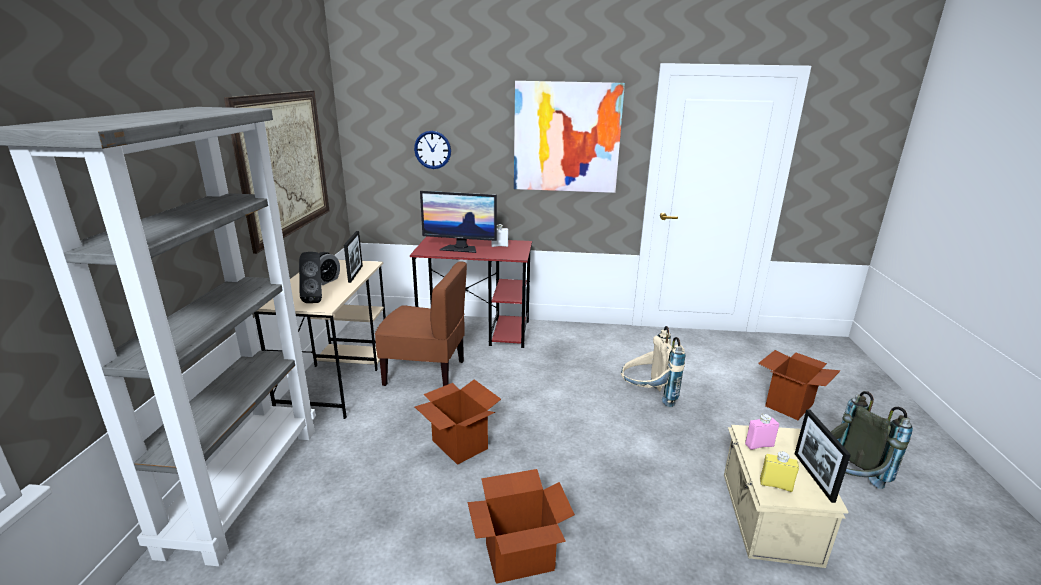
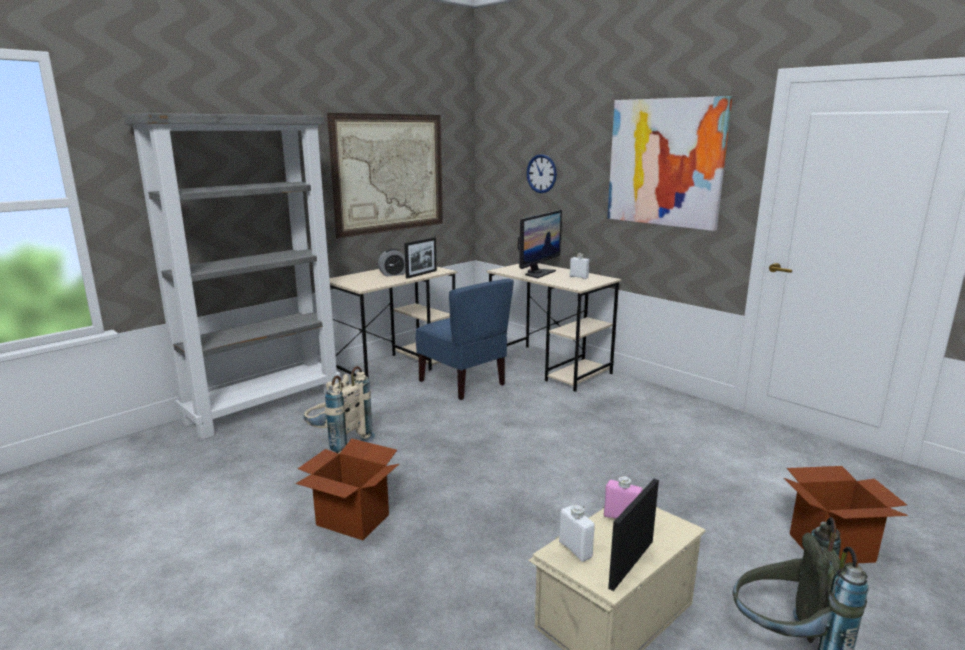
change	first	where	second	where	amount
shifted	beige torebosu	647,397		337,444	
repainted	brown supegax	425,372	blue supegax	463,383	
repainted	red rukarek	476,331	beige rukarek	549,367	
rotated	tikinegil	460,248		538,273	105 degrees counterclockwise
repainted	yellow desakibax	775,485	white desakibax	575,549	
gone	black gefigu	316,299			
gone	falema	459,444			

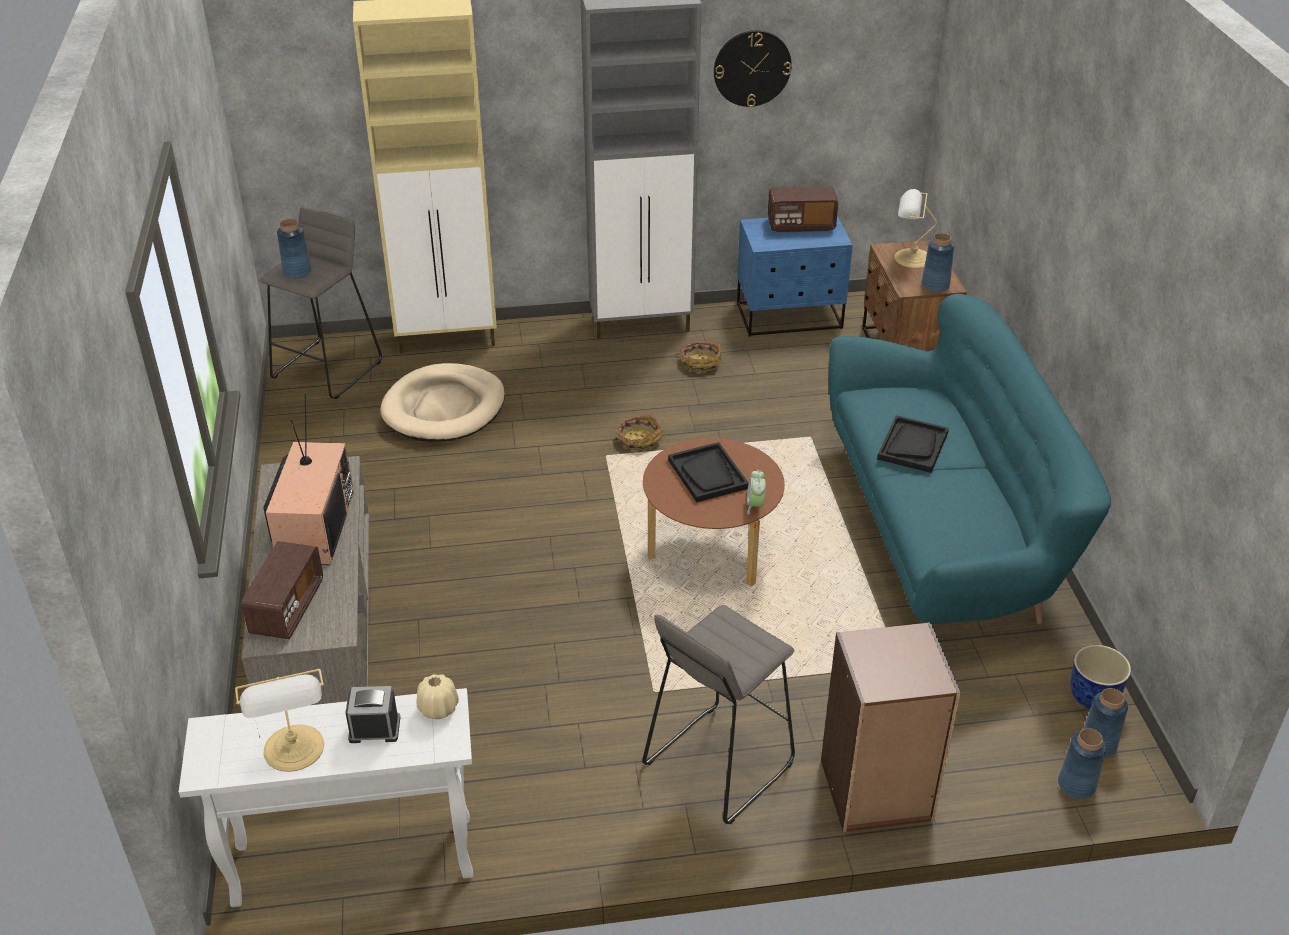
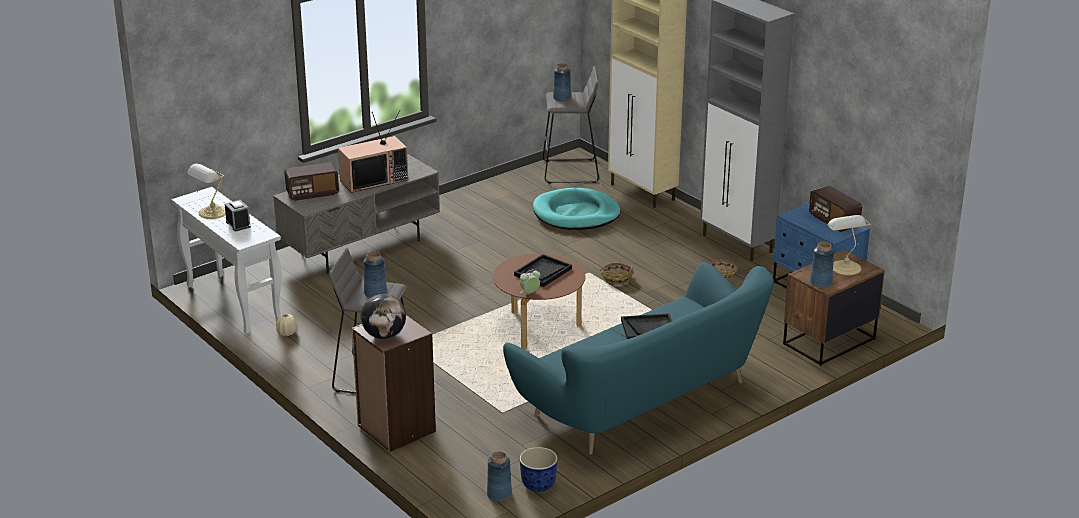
change	first	where	second	where	amount
shifted	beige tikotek	438,708		286,333	
new			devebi	384,335	
shifted	blue tikotek	1076,784		375,293	
repainted	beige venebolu	444,408	turquoise venebolu	576,214	
gone	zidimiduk	752,68			

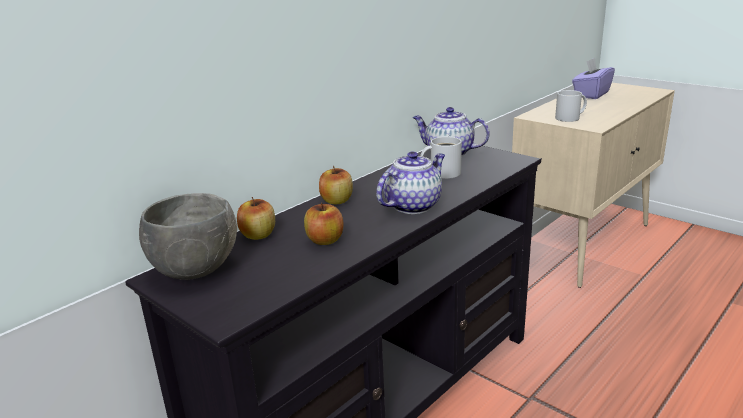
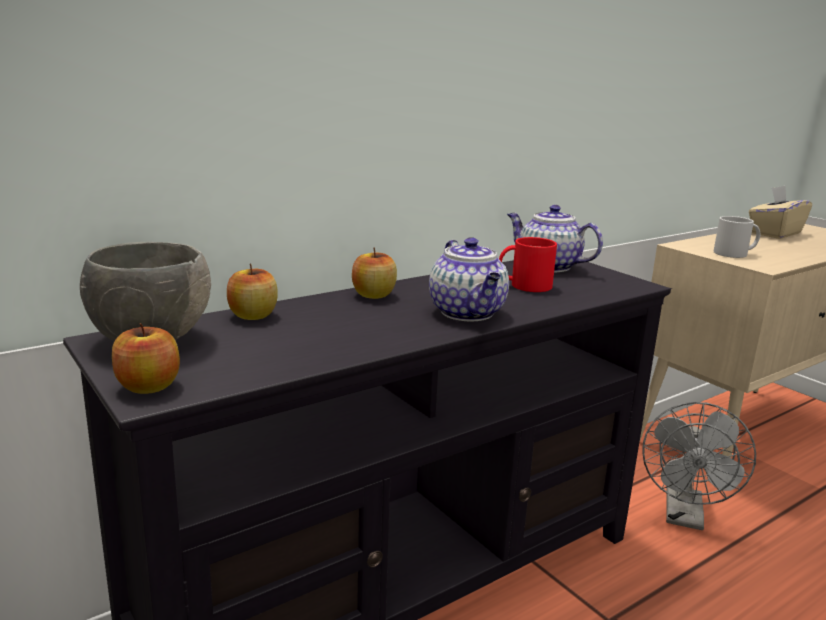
change	first	where	second	where	amount
shifted	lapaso	325,240		148,386	
rotated	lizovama	413,205		468,313	105 degrees clockwise
repainted	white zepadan	442,173	red zepadan	527,285	
new			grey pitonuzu	685,517	
repainted	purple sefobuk	591,94	beige sefobuk	774,233	

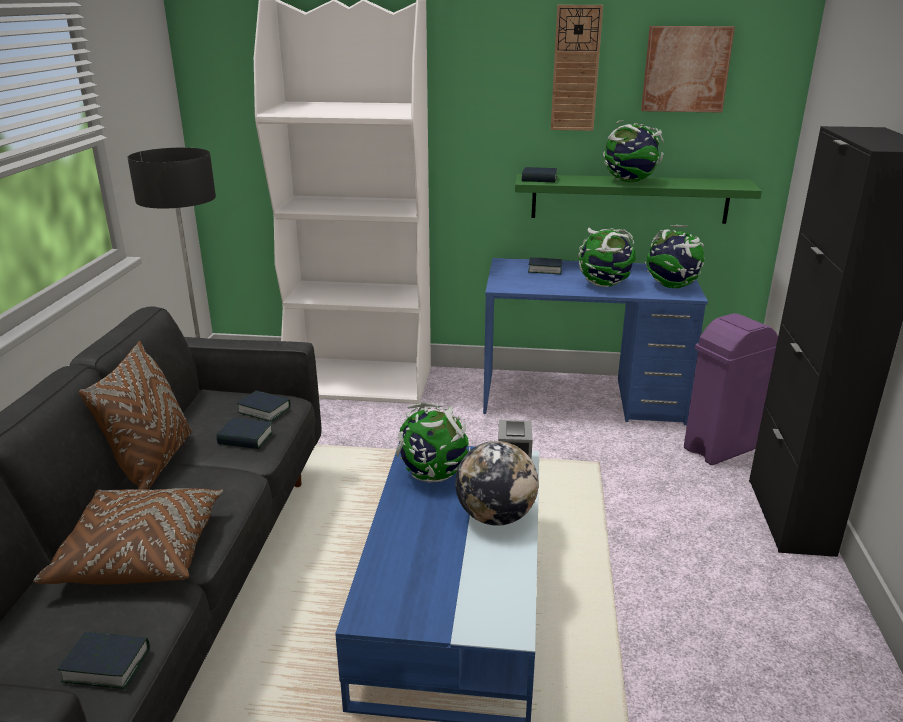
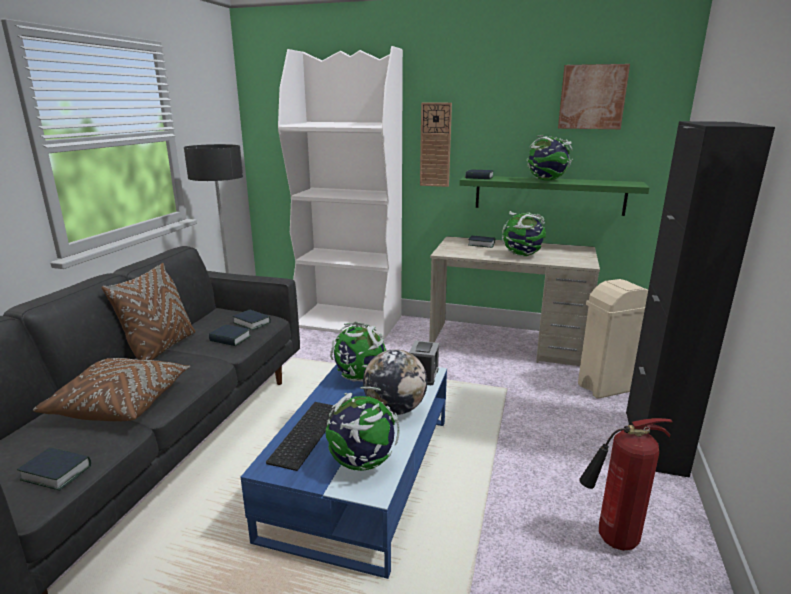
change	first	where	second	where	amount
new			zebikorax	305,433	
shifted	devebi	672,287		362,463	
shifted	zidimiduk	575,69		435,145	
repainted	blue rukarek	582,398	beige rukarek	507,344	
repainted	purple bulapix	718,449	beige bulapix	606,387	
new			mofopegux	612,540	

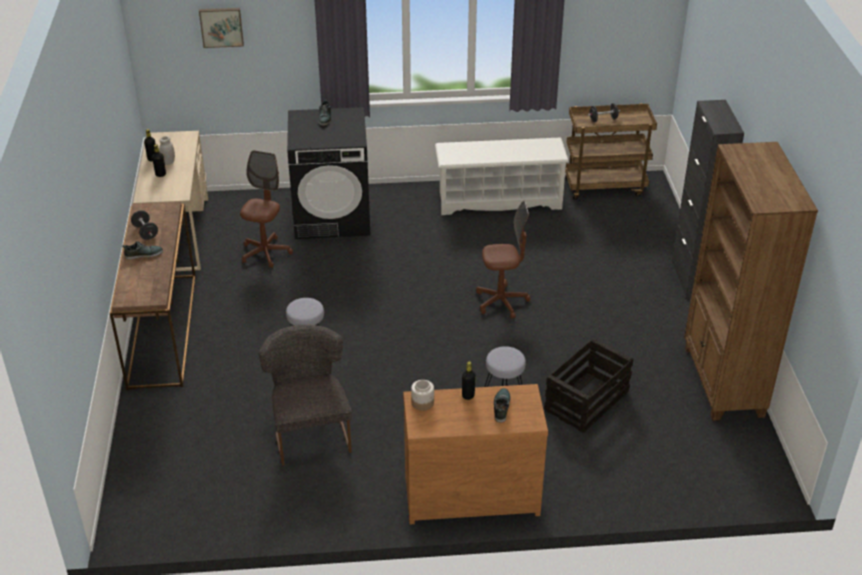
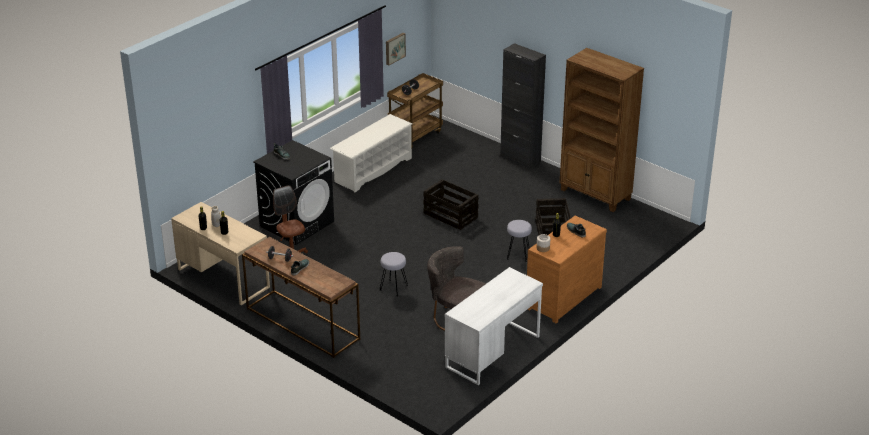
change	first	where	second	where	amount
shifted	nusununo	221,26		394,48	
swapped	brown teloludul	501,302	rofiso	451,215	
new			white rukarek	492,351	

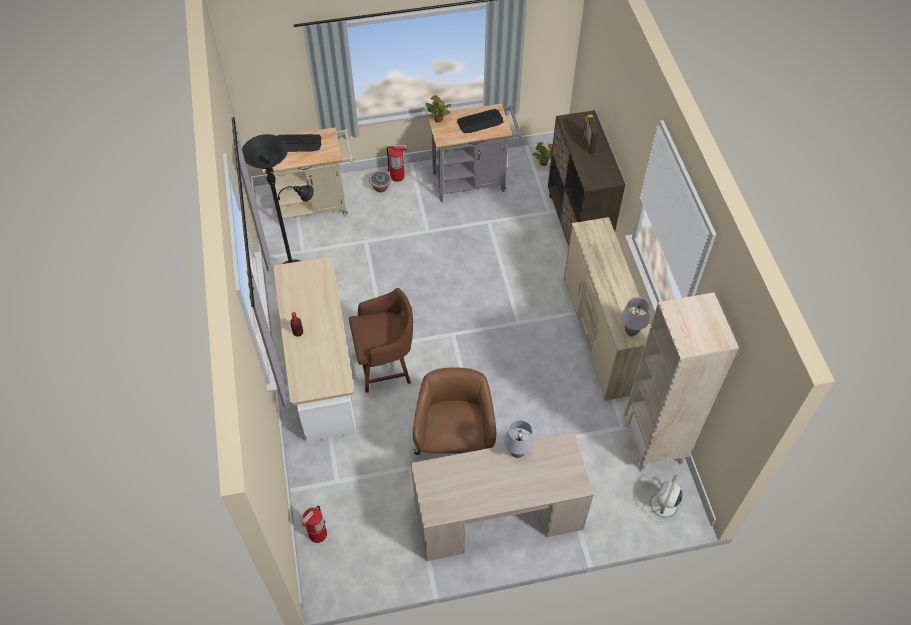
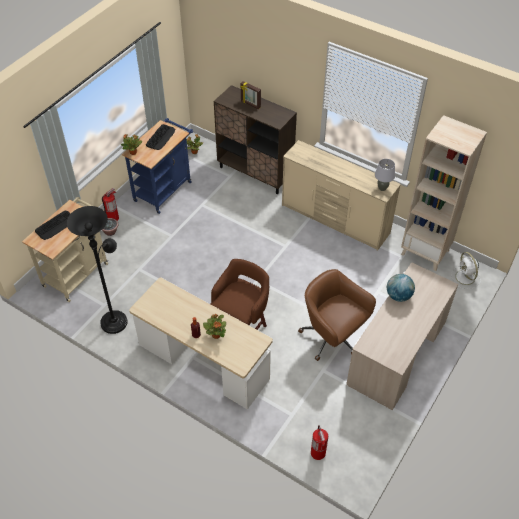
change	first	where	second	where	amount
repainted	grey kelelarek	473,181	blue kelelarek	165,189	
new			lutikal	216,335	
swapped	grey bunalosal	517,453	devebi	398,296	

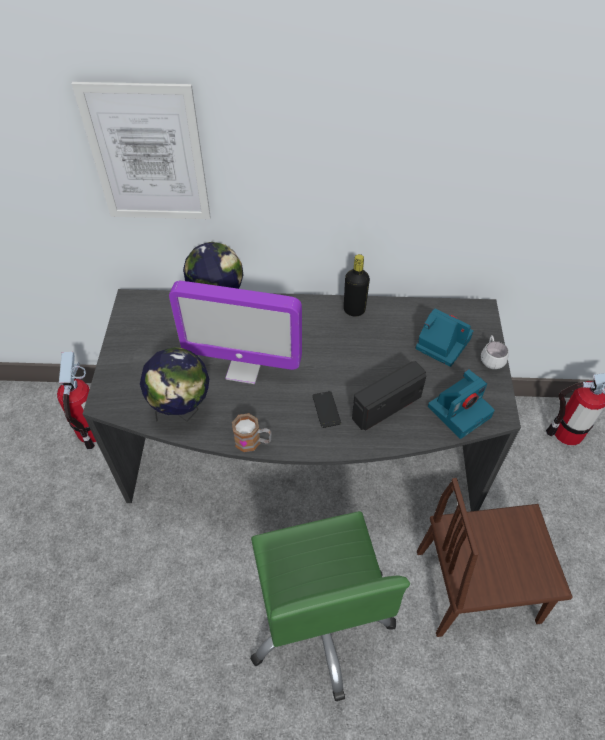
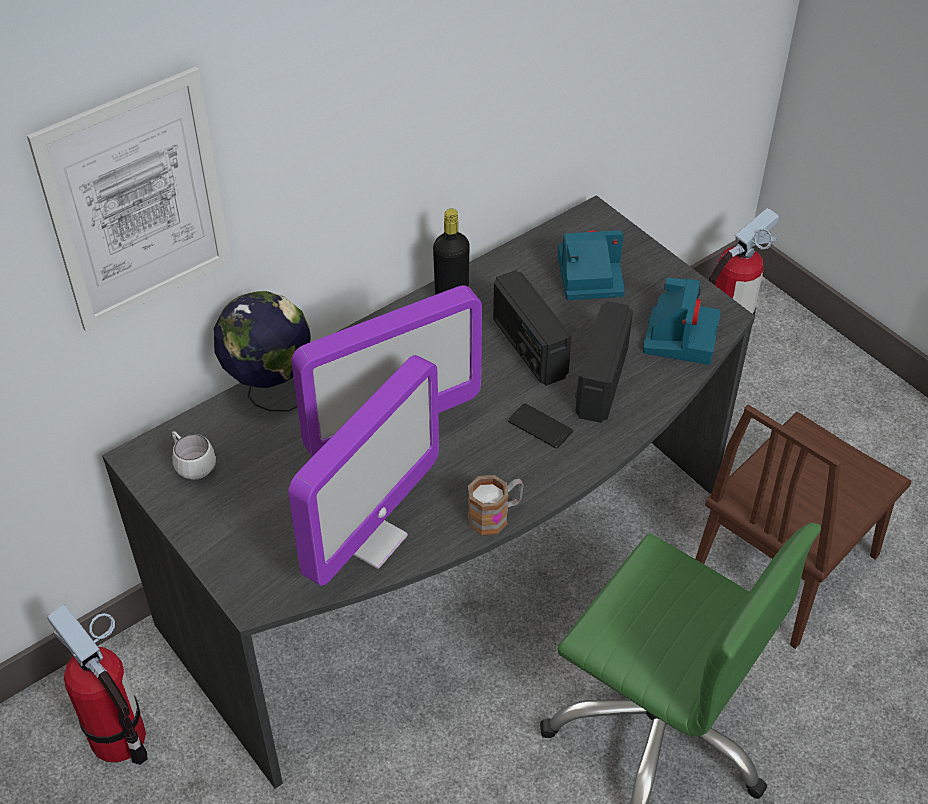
change	first	where	second	where	amount
shifted	white zepadan	491,359		192,465	
swapped	devebi	182,410	tikinegil	370,539	
new			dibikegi	529,348	

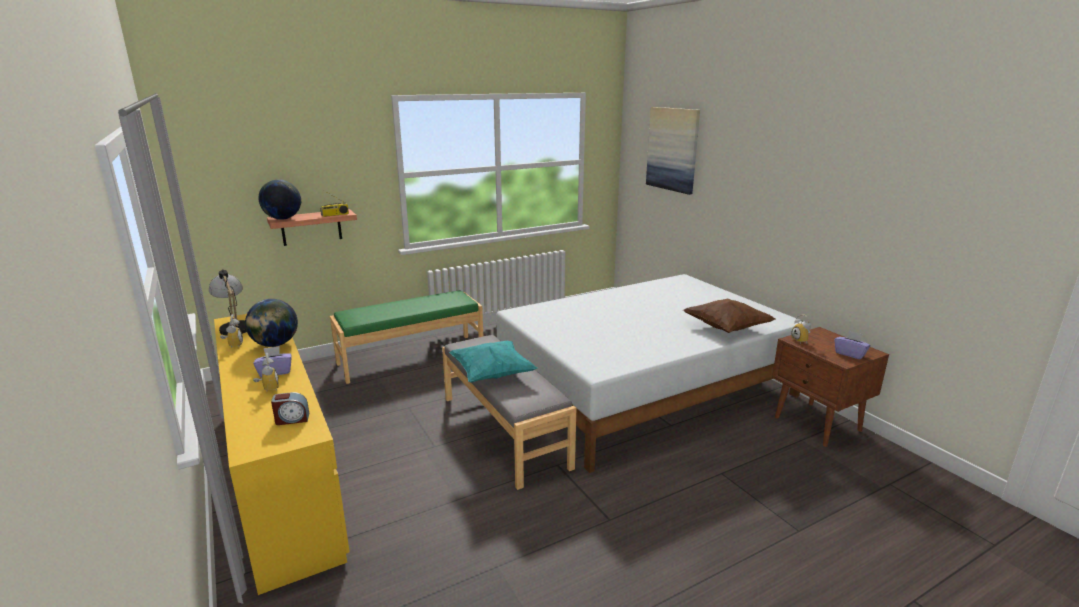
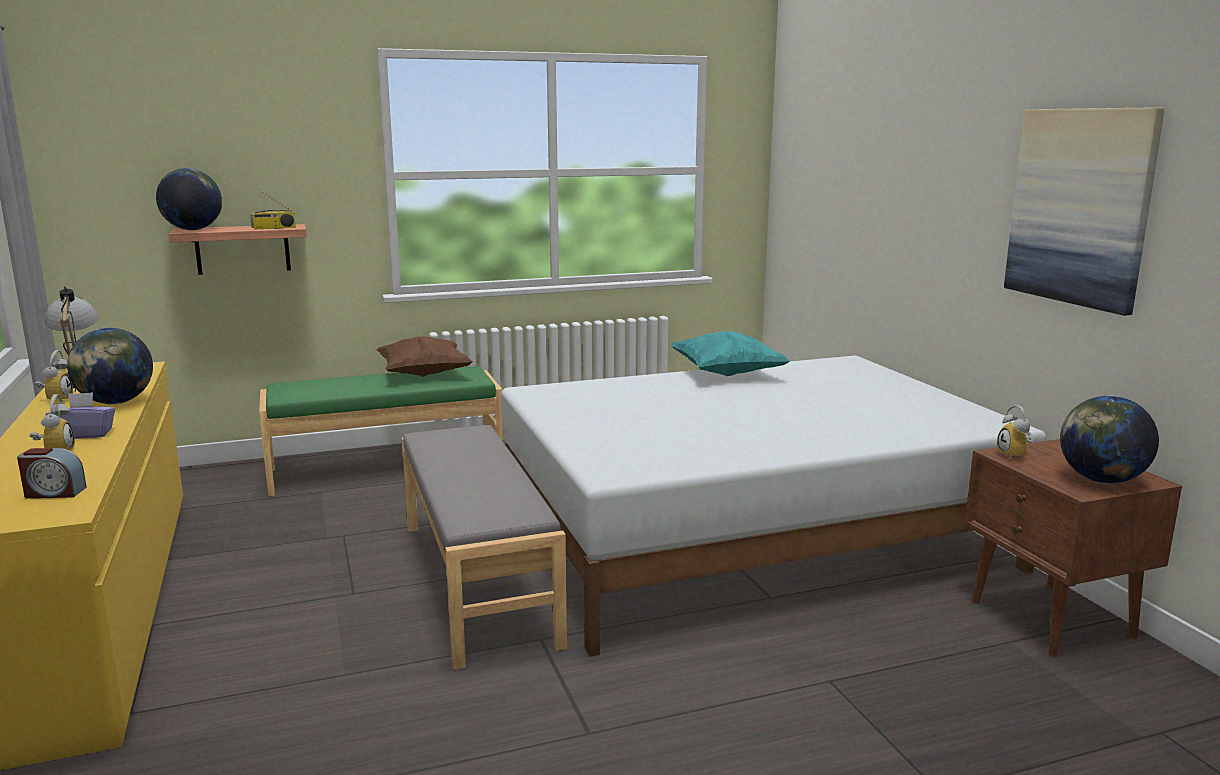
change	first	where	second	where	amount
shifted	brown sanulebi	726,328		424,375	
shifted	turquoise sanulebi	492,374		727,374	
shifted	nusununo	673,149		1080,207	
swapped	purple sefobuk	850,354	devebi	1101,480	

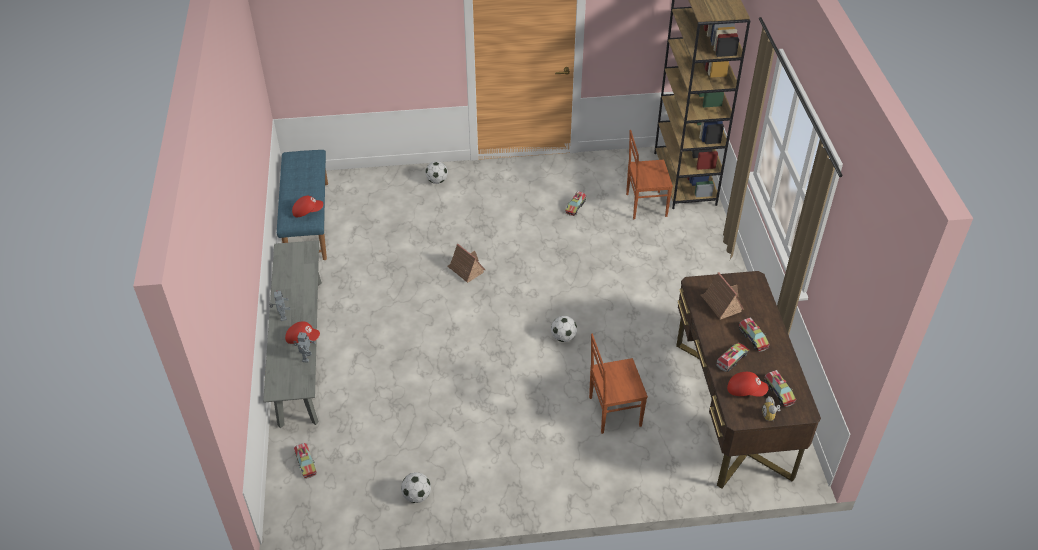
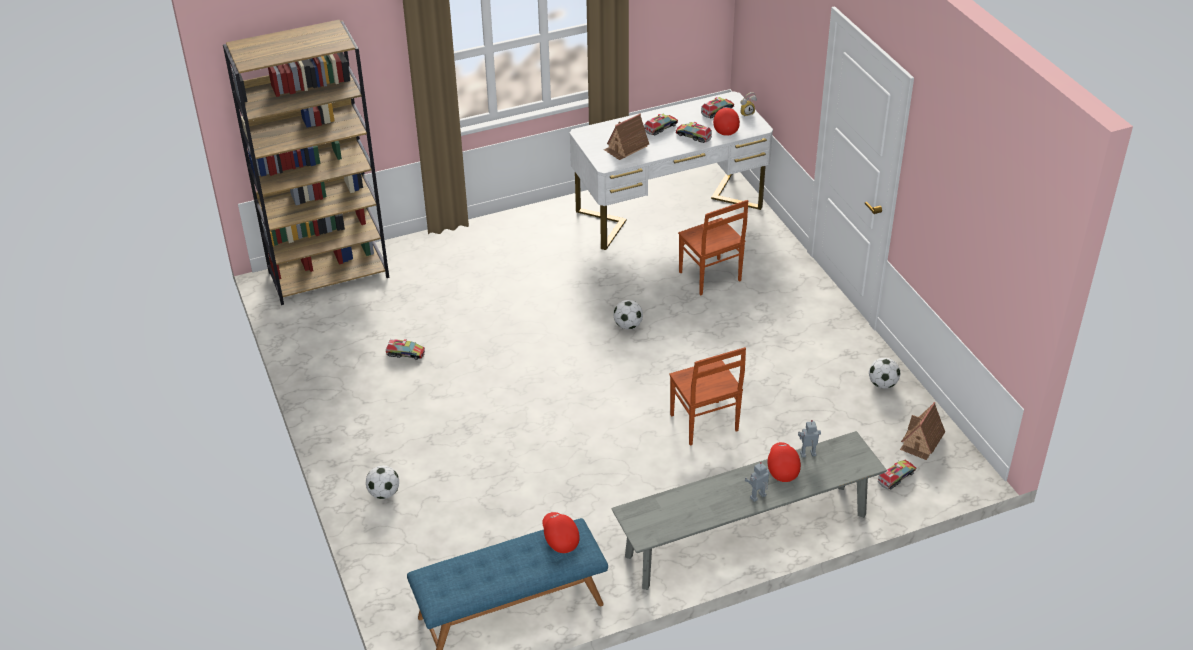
change	first	where	second	where	amount
repainted	brown rukarek	732,408	white rukarek	669,209	
shifted	brown supegax	645,204		703,424	
shifted	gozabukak	465,270		921,441	

